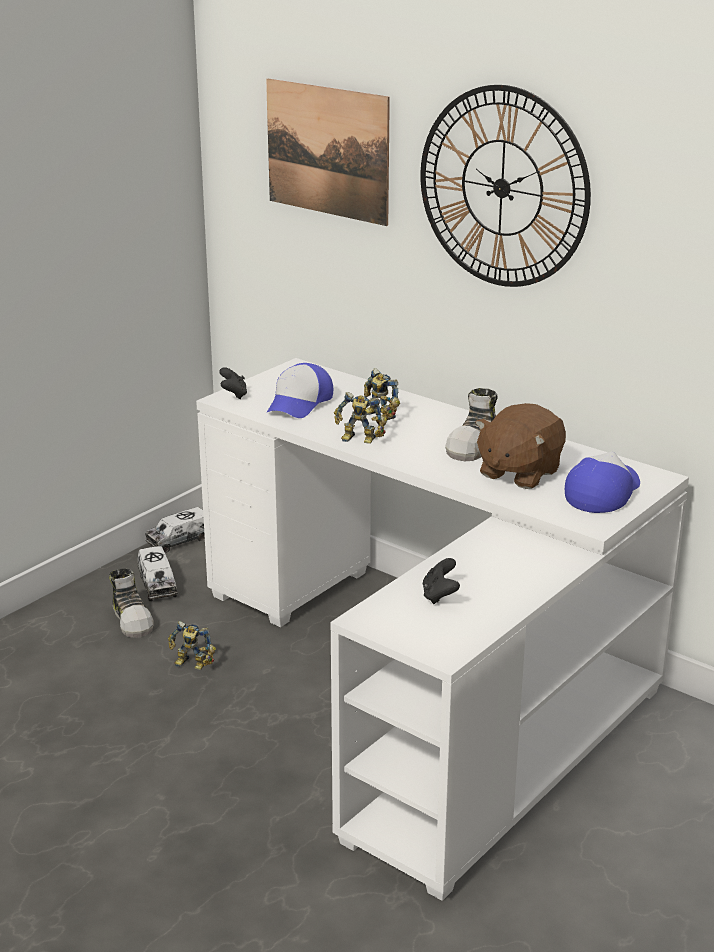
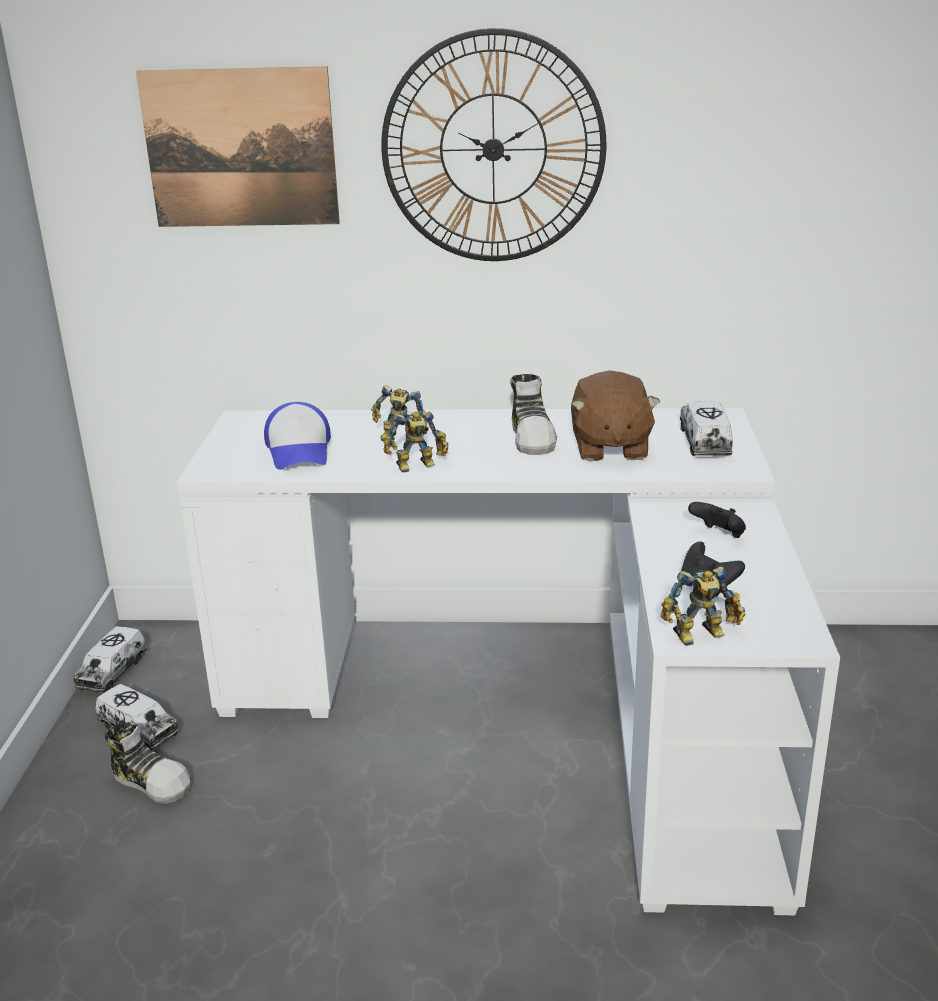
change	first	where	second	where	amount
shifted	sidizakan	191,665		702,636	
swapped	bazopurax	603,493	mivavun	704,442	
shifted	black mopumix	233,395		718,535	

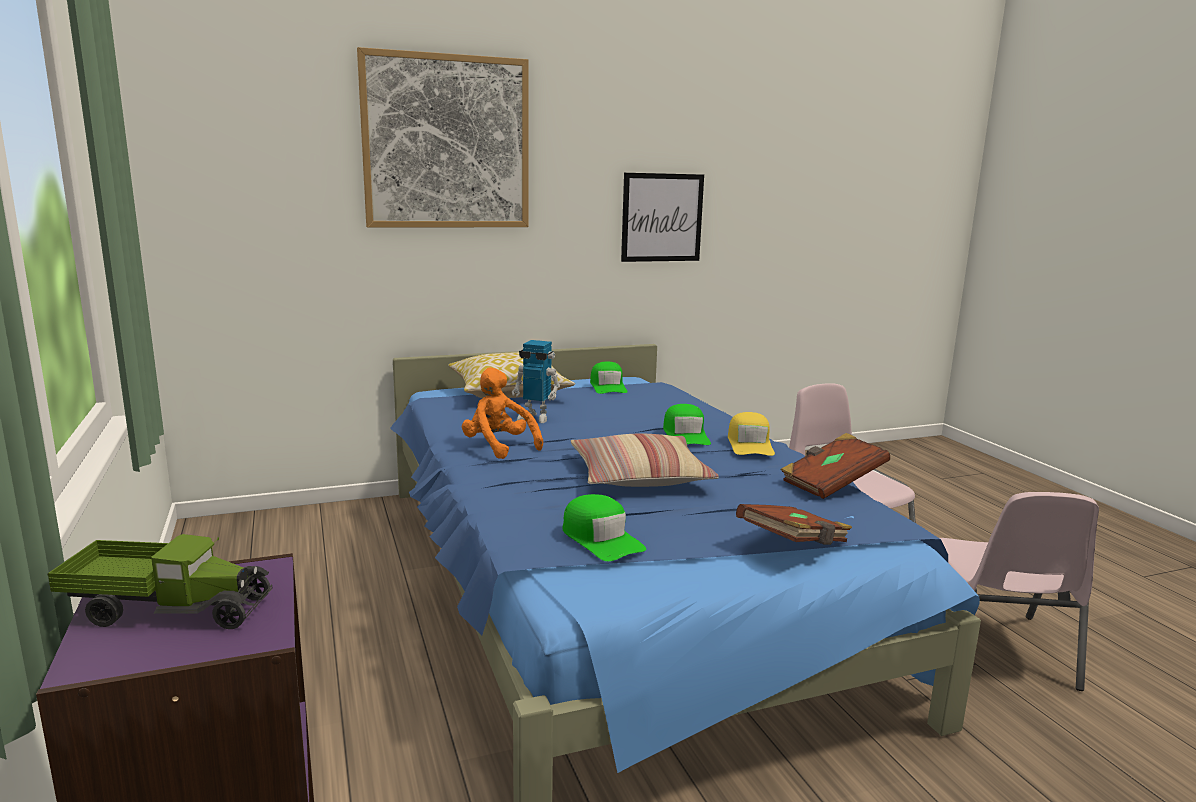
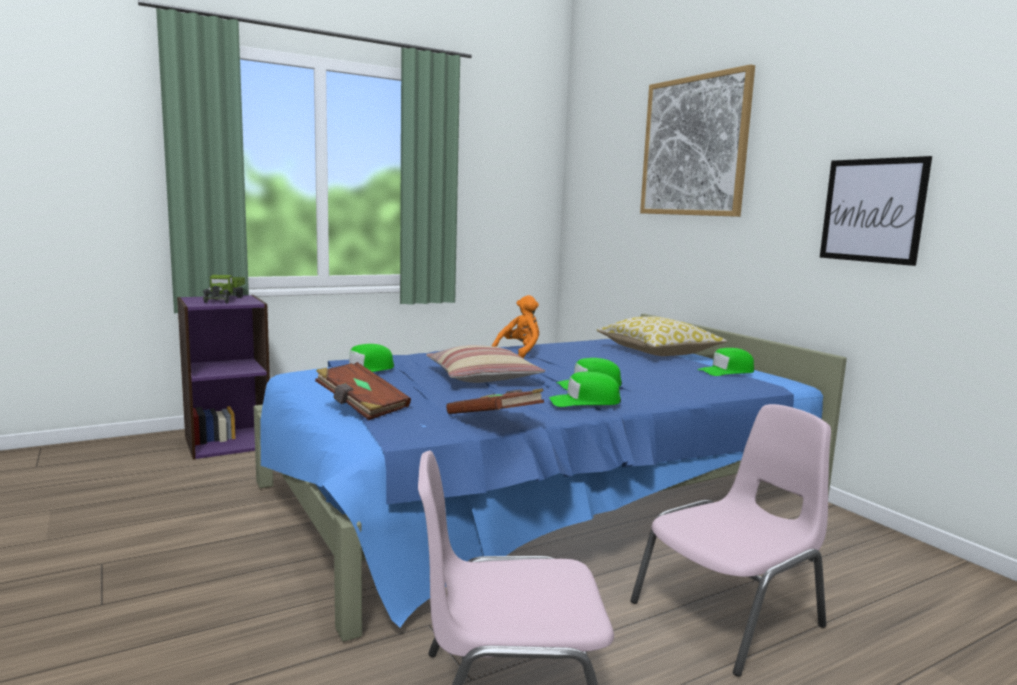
change	first	where	second	where	amount
repainted	yellow bazopurax	750,444	green bazopurax	584,401	
gone	sidizakan	535,417			

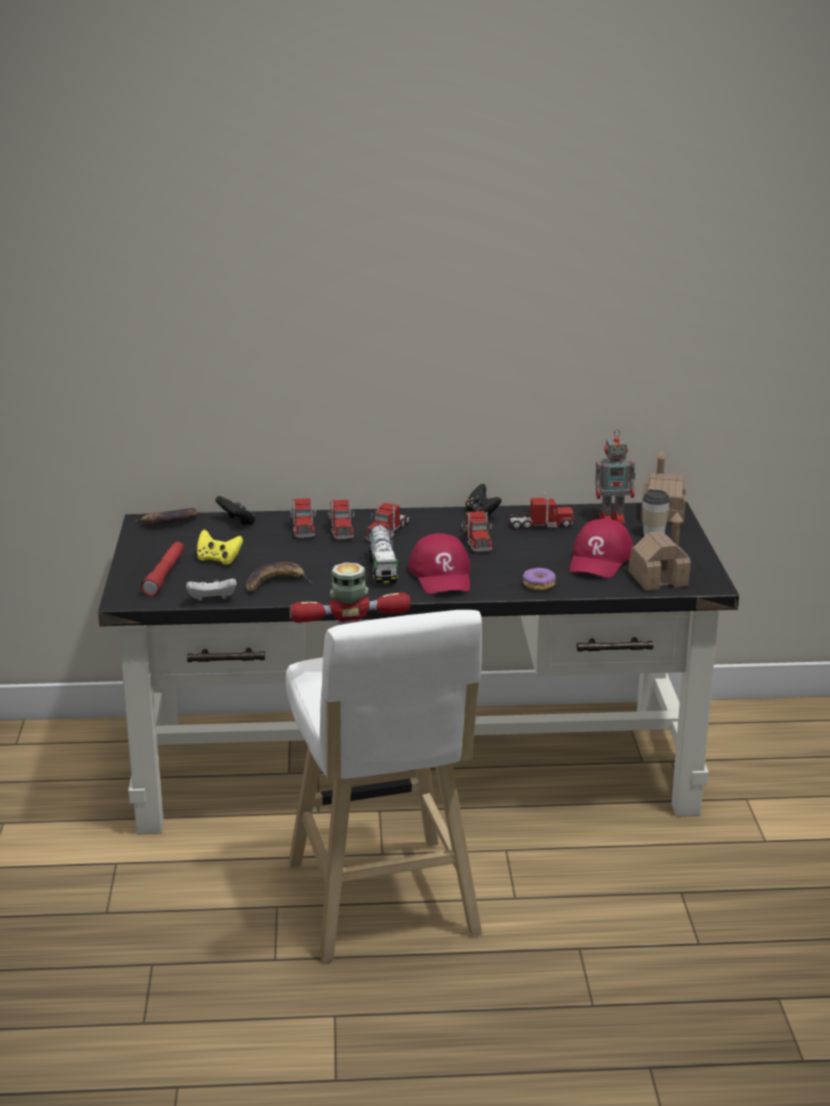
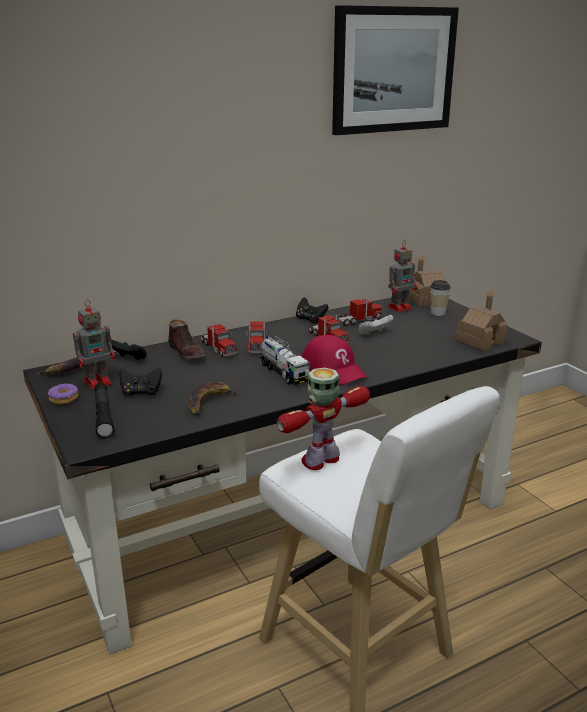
change	first	where	second	where	amount
shifted	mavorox	539,585		64,399	
new			sidizakan	99,382	
repainted	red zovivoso	164,575	black zovivoso	103,415	
repainted	yellow mopumix	218,560	black mopumix	141,392	
swapped	mivavun	302,527	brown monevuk	187,352	
new			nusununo	393,70	
shifted	white mopumix	212,600		374,334	
gone	red bazopurax	600,559			

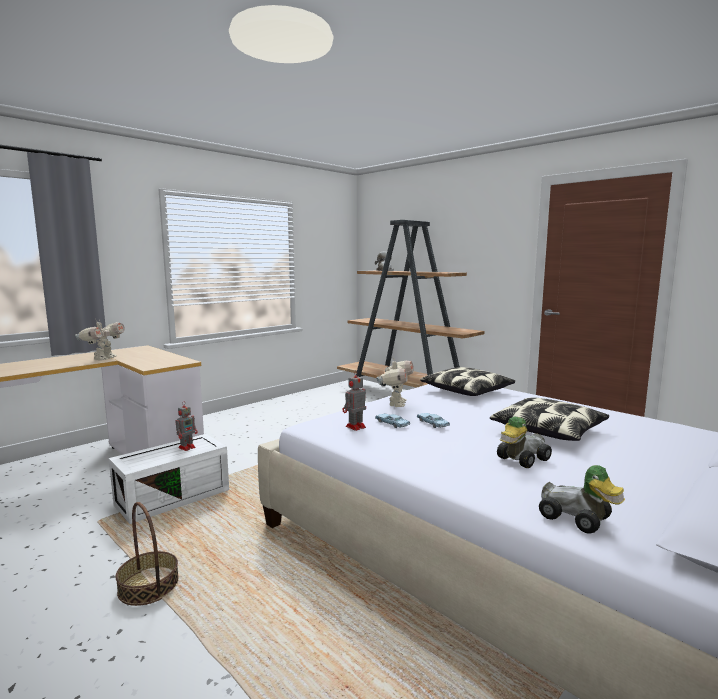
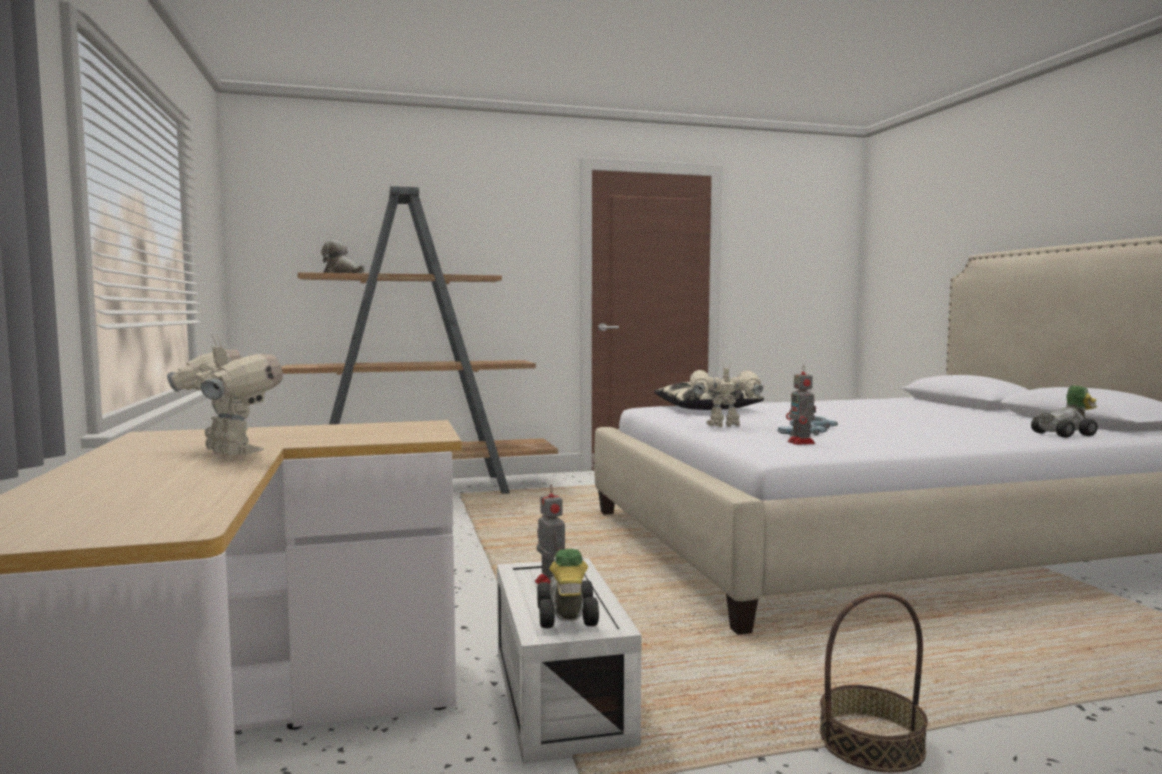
change	first	where	second	where	amount
shifted	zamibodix	520,459		565,618	
rotated	sidizakan	396,404		724,426	45 degrees counterclockwise
gone	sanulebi	548,430			

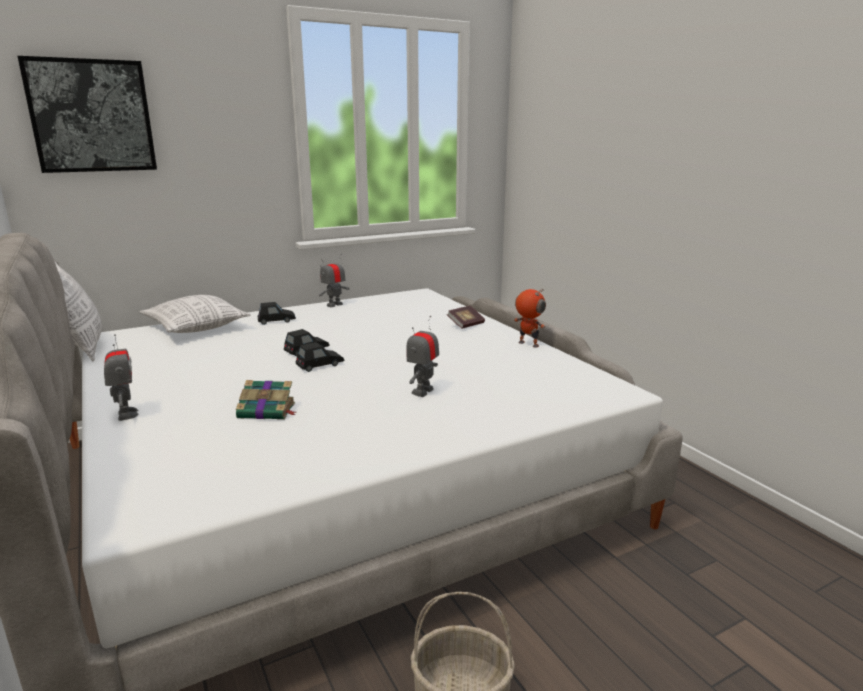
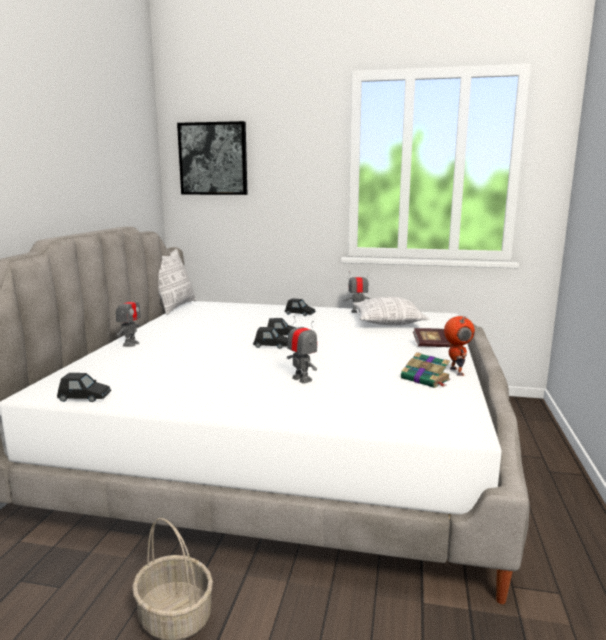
change	first	where	second	where	amount
new			black zamibodix	84,397	
rotated	sidizakan	423,391		302,379	75 degrees clockwise
shifted	sanulebi	196,328		388,322	
shifted	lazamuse	268,411		426,379	

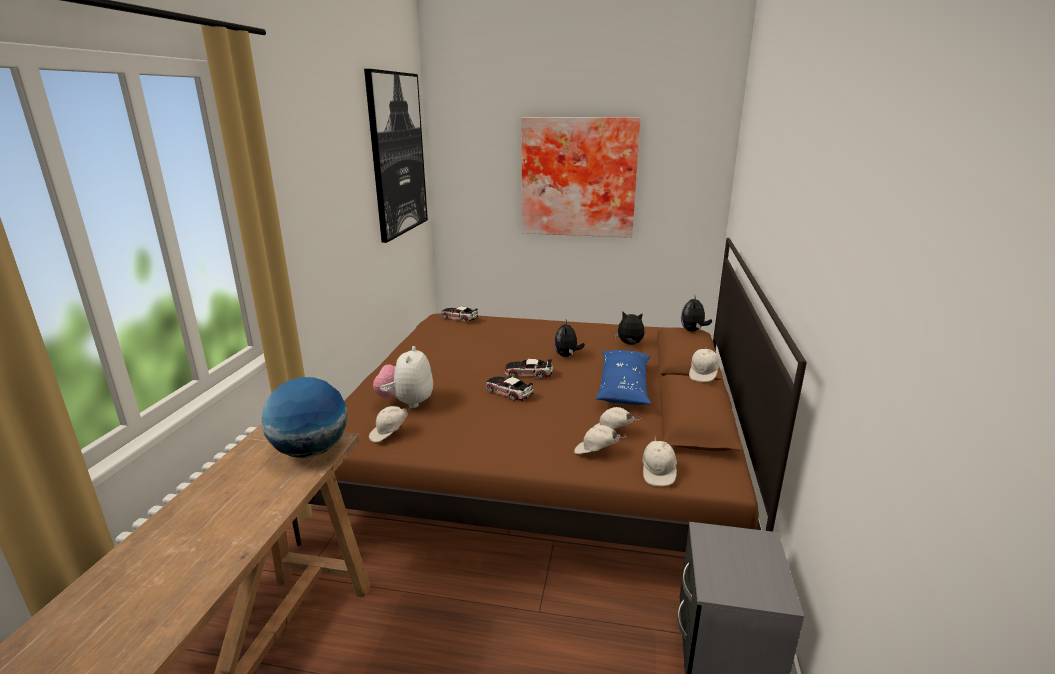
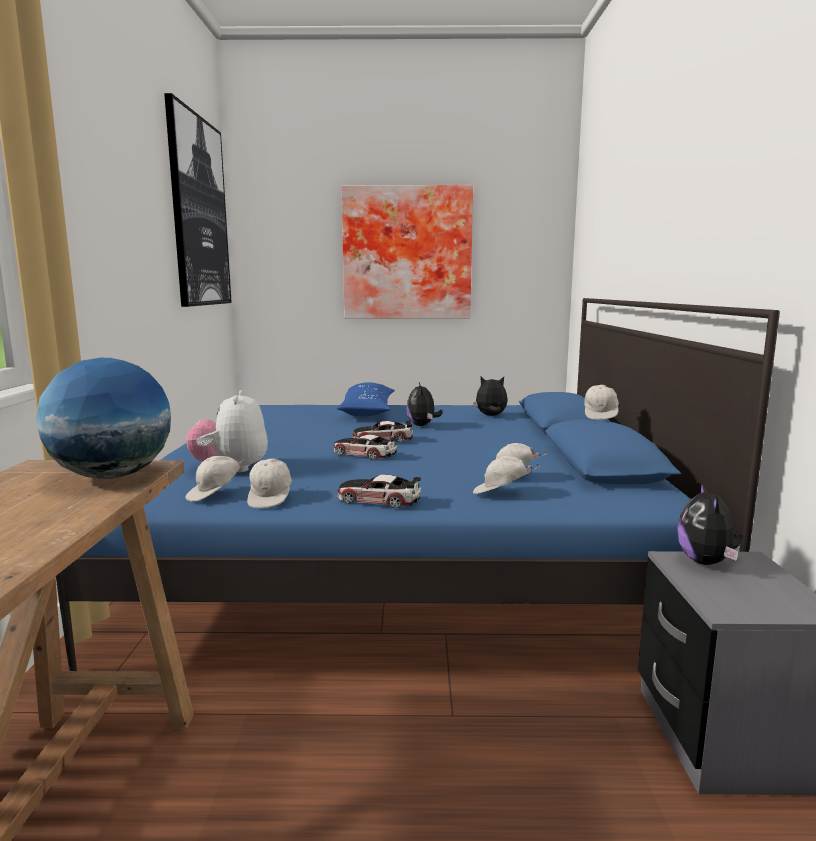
change	first	where	second	where	amount
repainted	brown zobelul	545,455	blue zobelul	405,550	
shifted	white bazopurax	658,472		271,498	
shifted	blue sanulebi	624,387		367,411	
shifted	zamibodix	459,317		378,499	
shifted	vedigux	693,330		706,562	

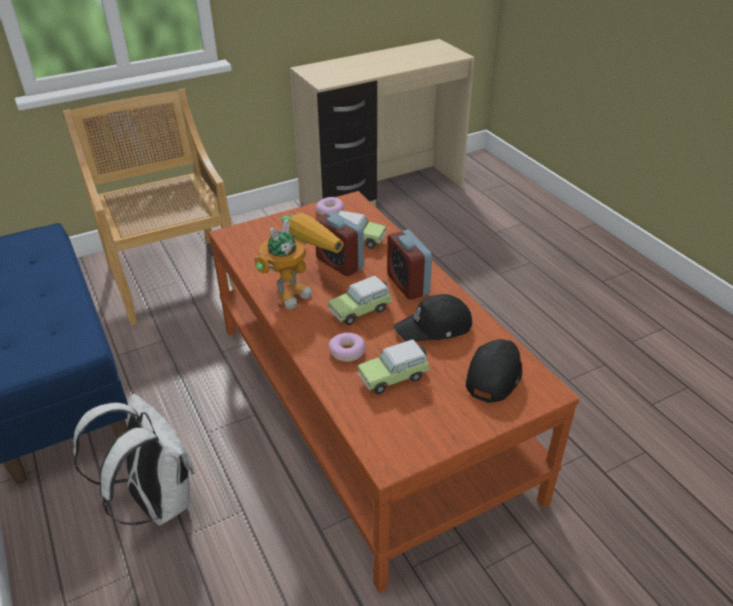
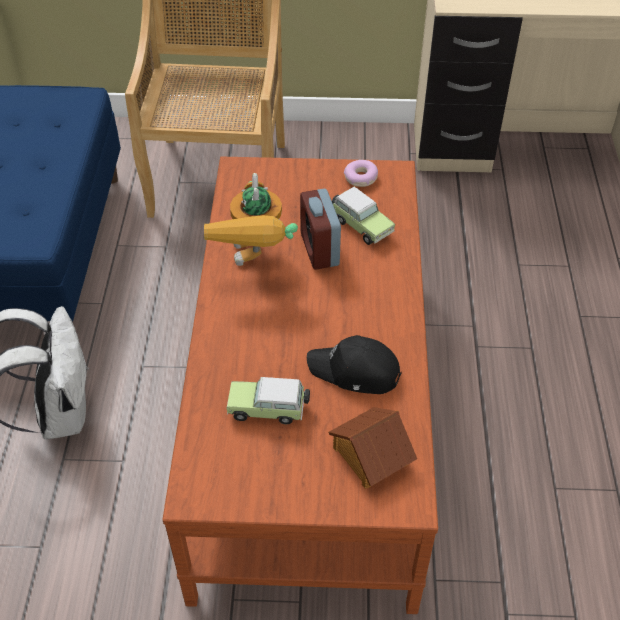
change	first	where	second	where	amount
rotated	sidizakan	298,288		255,263	105 degrees clockwise
swapped	black bazopurax	493,374	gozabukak	369,455	
gone	zamibodix	361,310			
gone	mavorox	347,352			
gone	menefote	408,284			

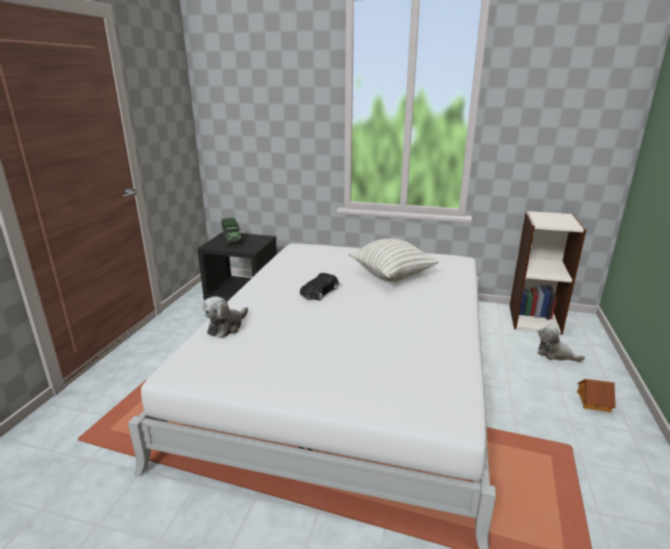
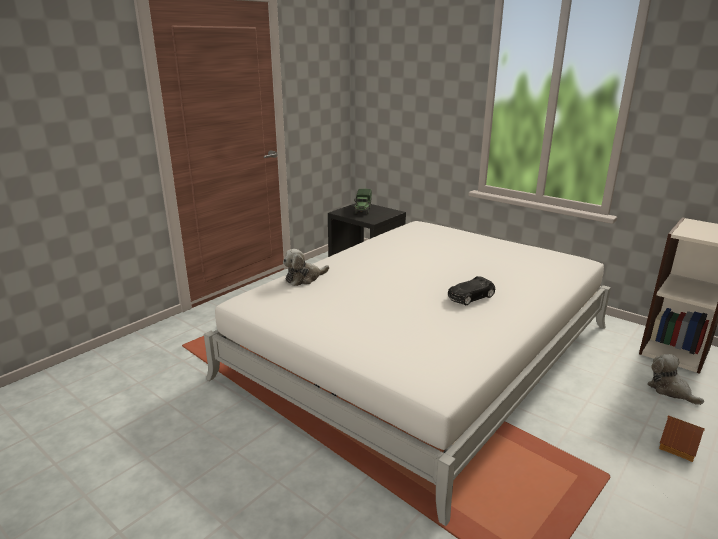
change	first	where	second	where	amount
shifted	black zamibodix	319,292		470,297	
gone	sanulebi	391,275			

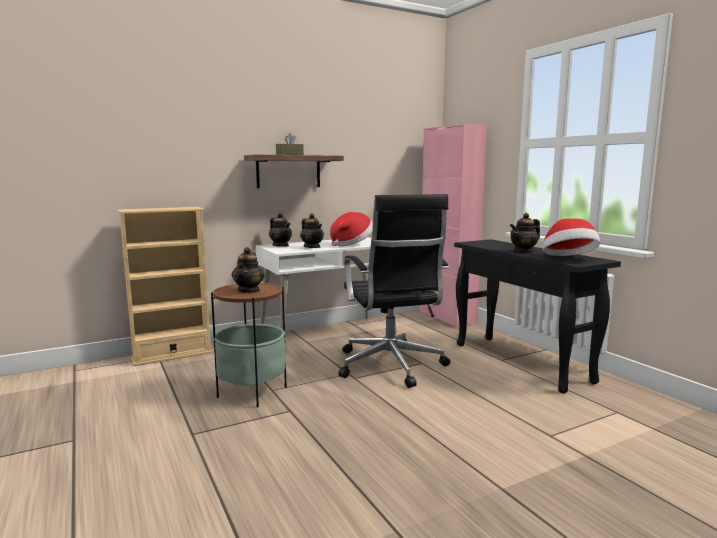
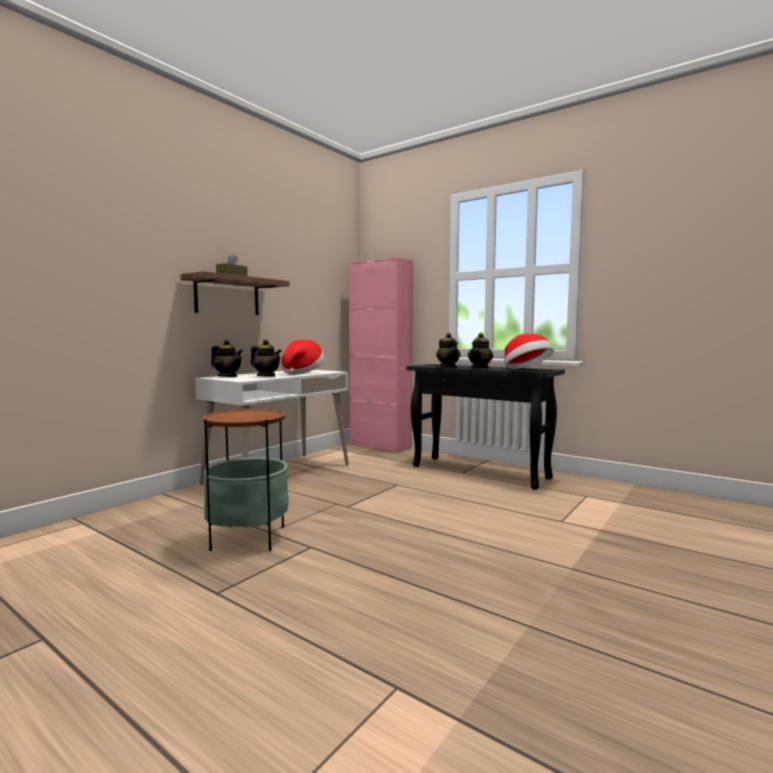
change	first	where	second	where	amount
shifted	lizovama	249,290		448,367	
gone	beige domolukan	172,355			
gone	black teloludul	391,366			

